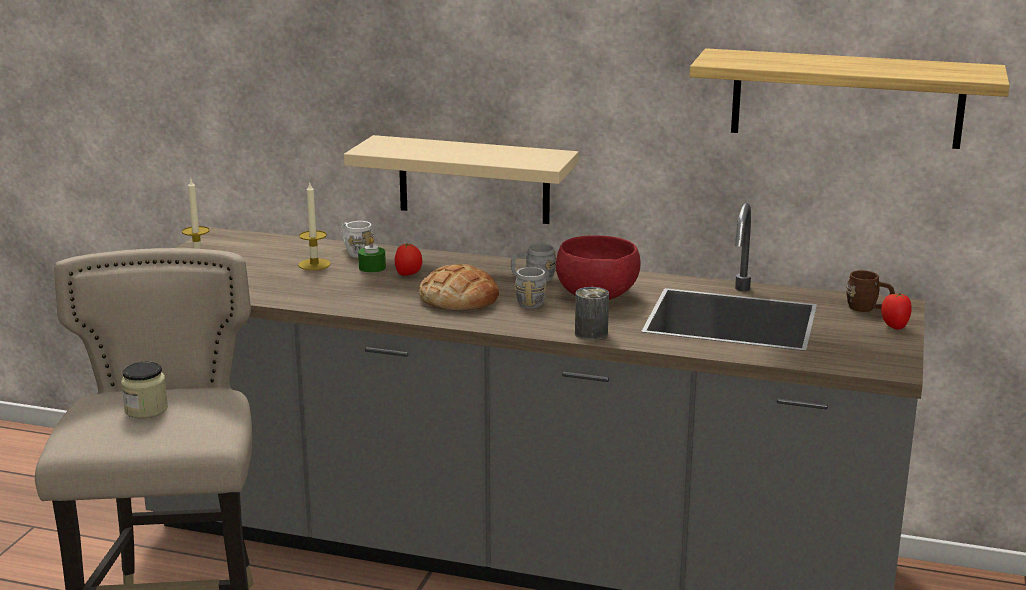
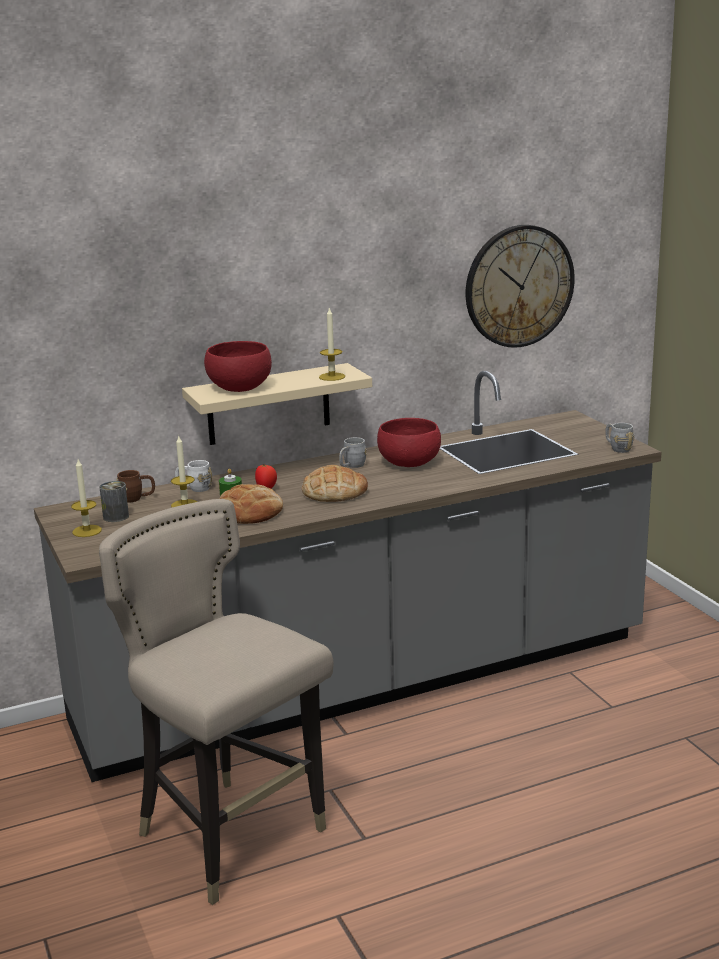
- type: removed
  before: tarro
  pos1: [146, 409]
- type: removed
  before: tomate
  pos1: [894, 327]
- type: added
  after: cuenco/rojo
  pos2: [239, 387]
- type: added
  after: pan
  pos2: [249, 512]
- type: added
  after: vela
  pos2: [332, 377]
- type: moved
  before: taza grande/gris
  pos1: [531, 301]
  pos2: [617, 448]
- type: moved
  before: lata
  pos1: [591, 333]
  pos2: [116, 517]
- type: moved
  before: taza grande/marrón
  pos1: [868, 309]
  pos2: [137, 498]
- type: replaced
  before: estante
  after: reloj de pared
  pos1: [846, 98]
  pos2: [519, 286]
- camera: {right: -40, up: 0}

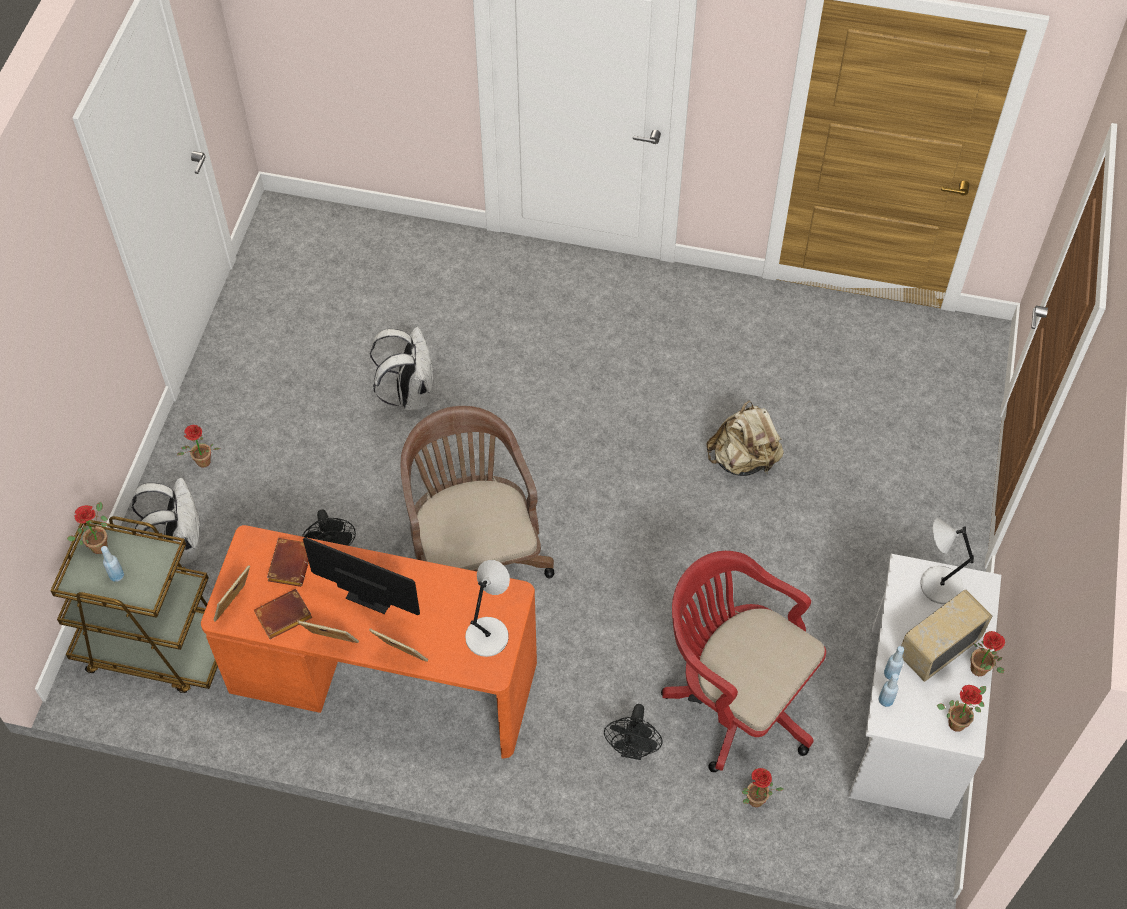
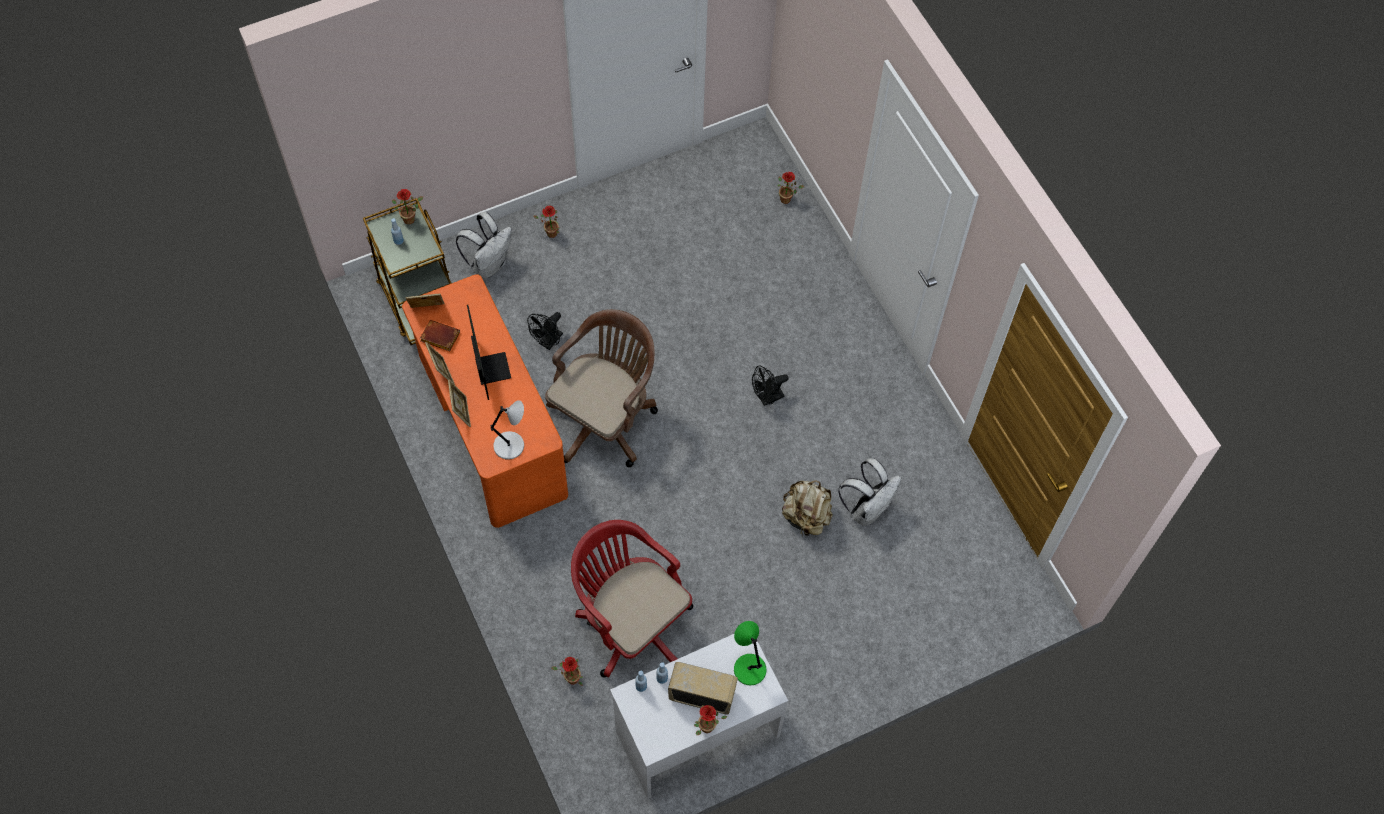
- type: removed
  before: libro/marrón
  pos1: [289, 563]
- type: moved
  before: mochila/blanco
  pos1: [410, 394]
  pos2: [867, 509]
- type: moved
  before: ventilador/negro
  pos1: [633, 749]
  pos2: [767, 398]
- type: moved
  before: planta en maceta
  pos1: [958, 720]
  pos2: [787, 199]
- type: recoloured
  before: lámpara de mesa/gris
  after: lámpara de mesa/verde
  pos1: [938, 585]
  pos2: [748, 668]
- type: turned
  before: silla de oficina/rojo
  pos1: [734, 698]
  pos2: [631, 623]
  turn: -45
- camera: {right: 50, up: 5}

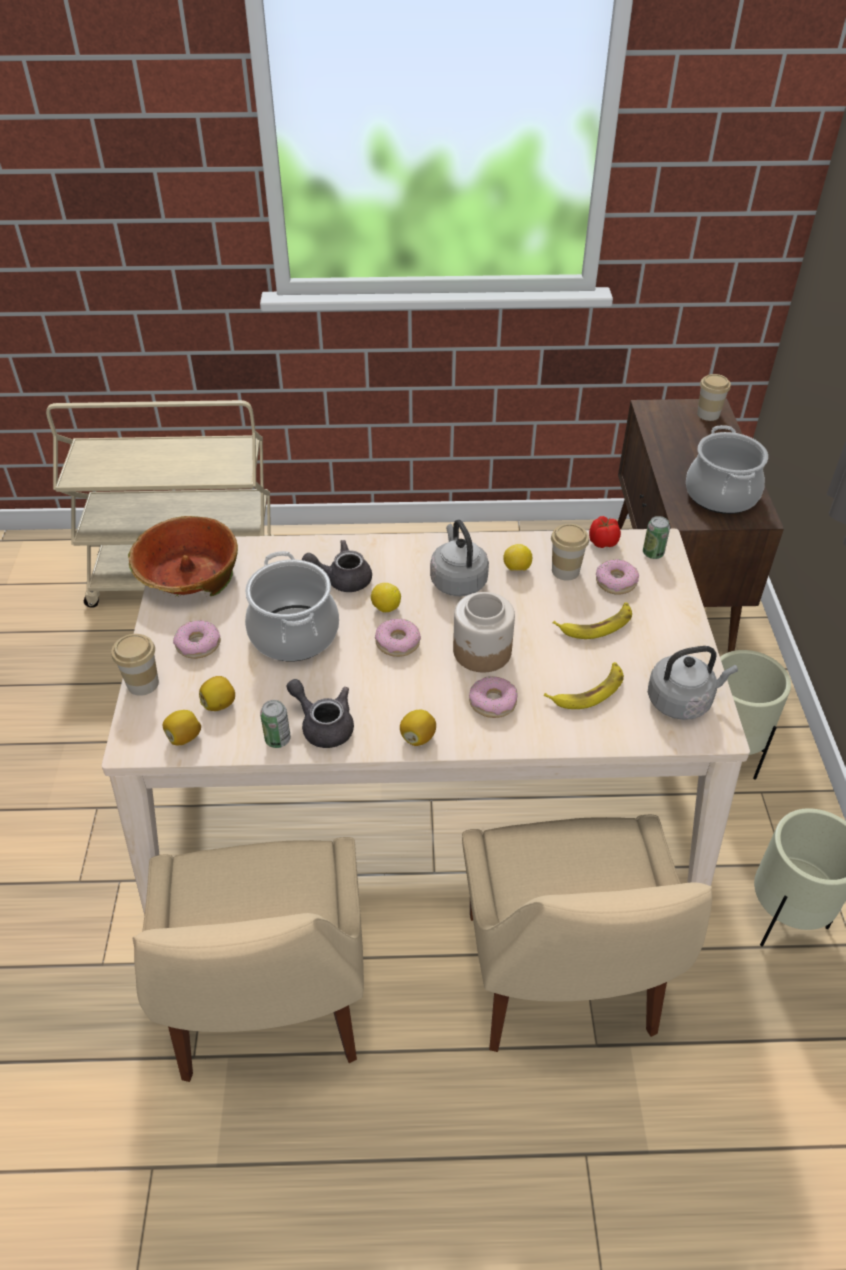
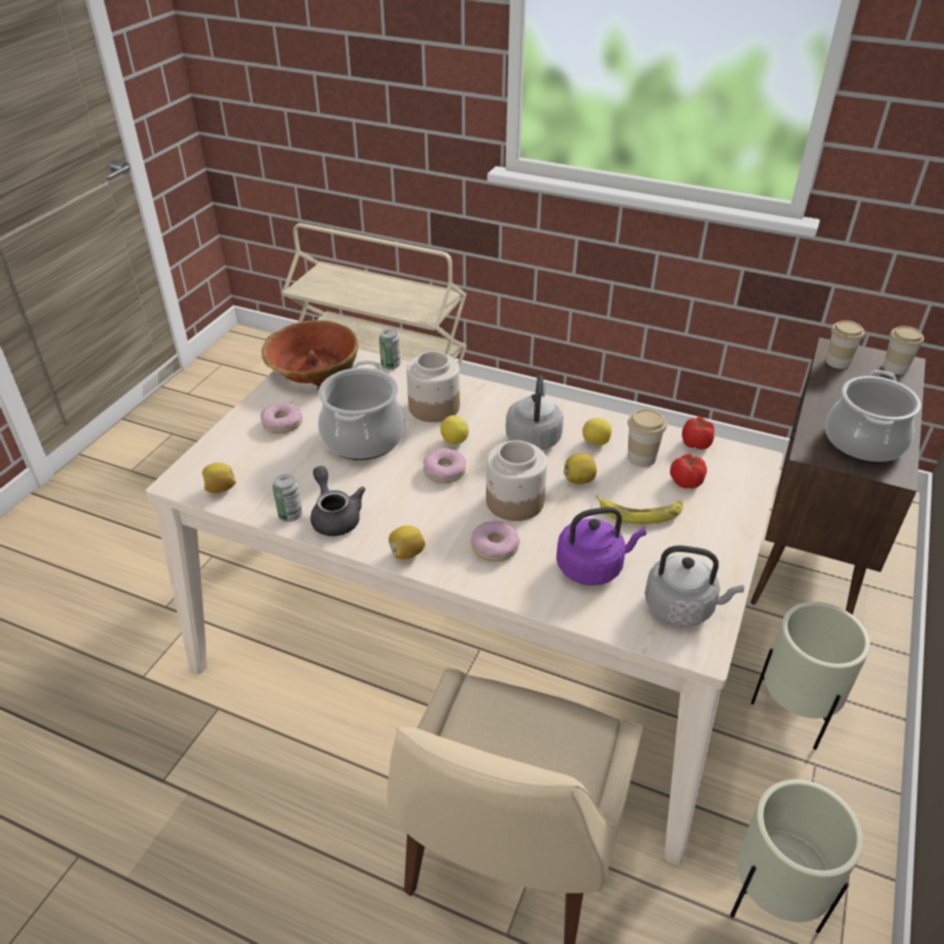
- type: removed
  before: silla/beis
  pos1: [269, 1006]
- type: moved
  before: taza
  pos1: [143, 683]
  pos2: [837, 362]
- type: moved
  before: limón
  pos1: [219, 704]
  pos2: [579, 480]
- type: moved
  before: lata
  pos1: [653, 553]
  pos2: [390, 365]
- type: replaced
  before: tetera/gris
  after: tarro
  pos1: [342, 579]
  pos2: [433, 407]
- type: replaced
  before: plátano
  after: hervidor/morado
  pos1: [588, 691]
  pos2: [593, 567]
- type: replaced
  before: rosquilla
  after: tomate
  pos1: [616, 582]
  pos2: [685, 481]
- camera: {right: 25, up: -5}

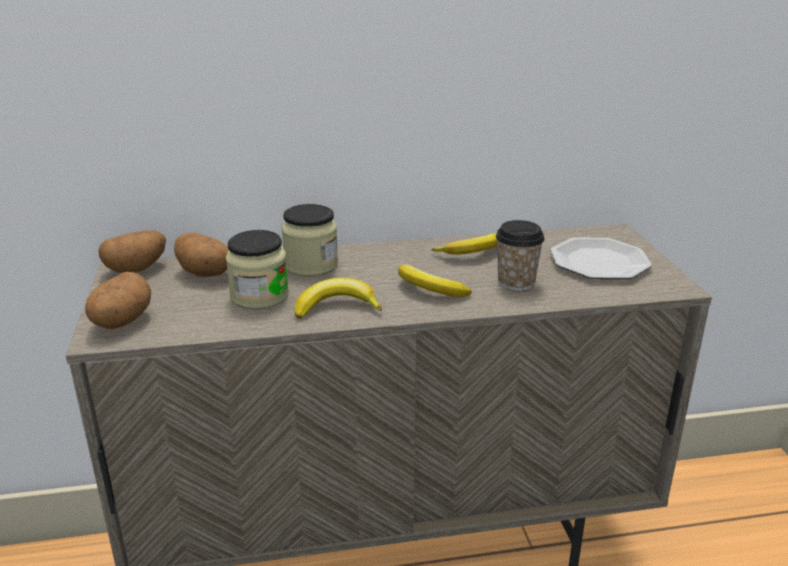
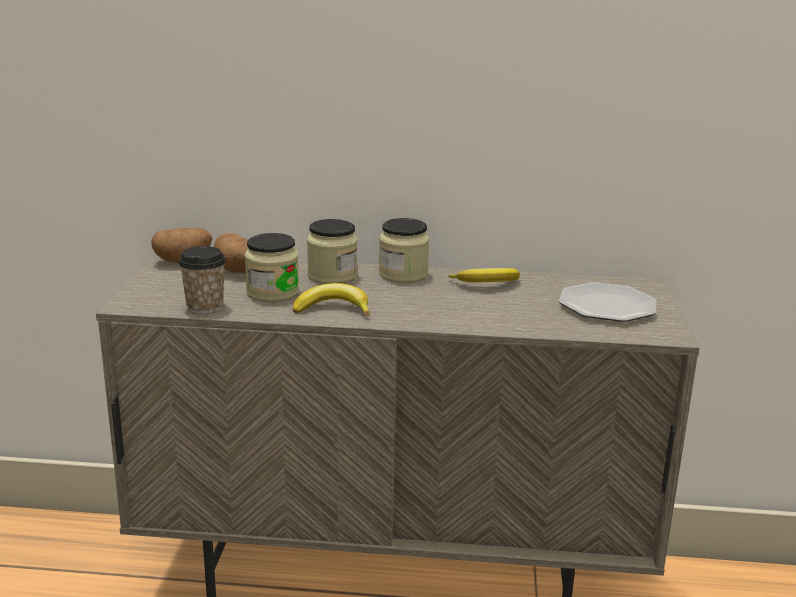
- type: removed
  before: patata
  pos1: [121, 322]
- type: removed
  before: plátano
  pos1: [429, 289]
- type: added
  after: tarro
  pos2: [403, 274]
- type: moved
  before: taza
  pos1: [516, 282]
  pos2: [205, 307]
- camera: {right: 15, up: -5}

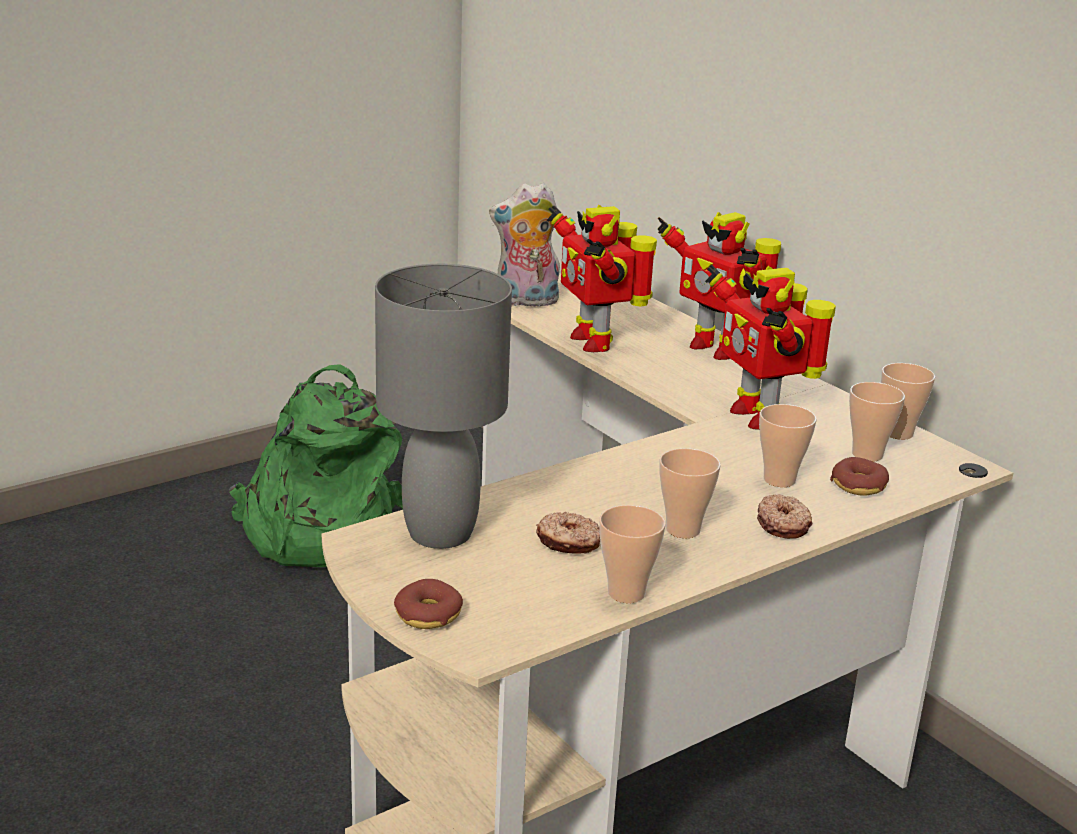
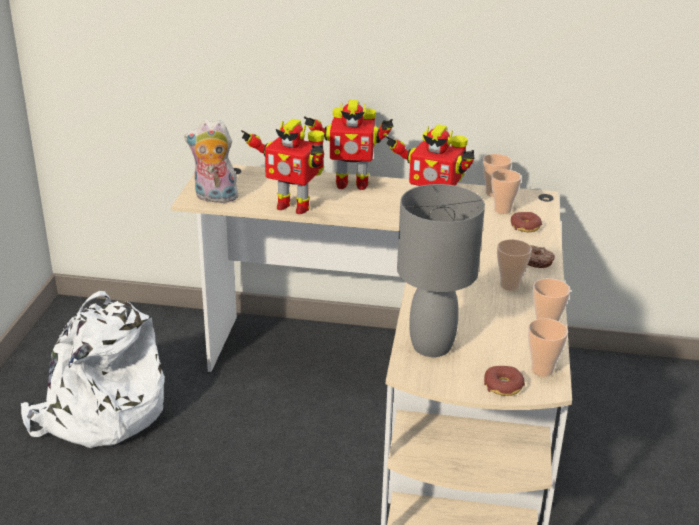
- type: removed
  before: rosquilla
  pos1: [568, 543]
- type: moved
  before: taza
  pos1: [779, 480]
  pos2: [542, 370]
- type: recoloured
  before: mochila/verde
  after: mochila/blanco
  pos1: [319, 532]
  pos2: [100, 413]
- type: turned
  before: peluche
  pos1: [526, 301]
  pos2: [214, 198]
  turn: 60
- camera: {right: -45, up: 5}

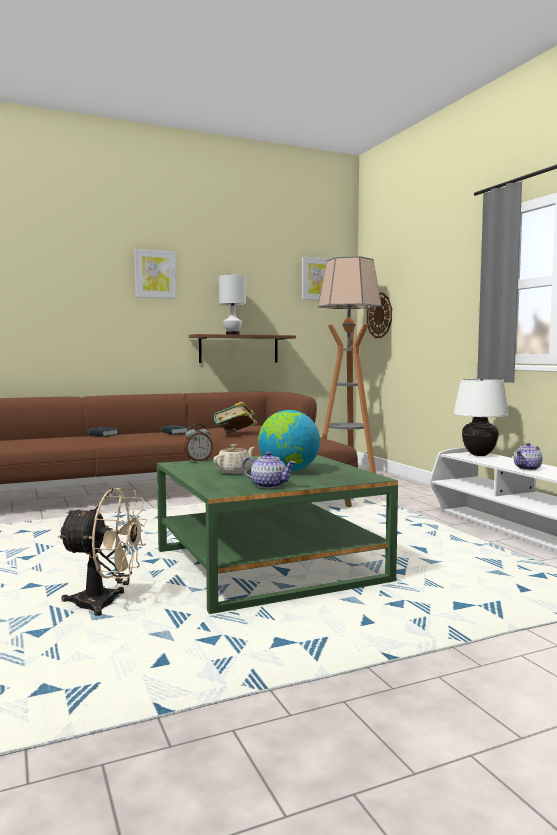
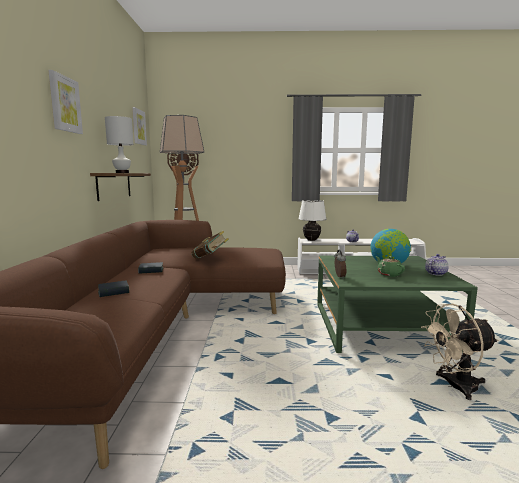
- type: recoloured
  before: tetera/beis
  after: tetera/verde
  pos1: [234, 472]
  pos2: [389, 274]
- type: turned
  before: ventilador/beis
  pos1: [106, 604]
  pos2: [455, 387]
  turn: -135
- camera: {right: -65, up: 5}

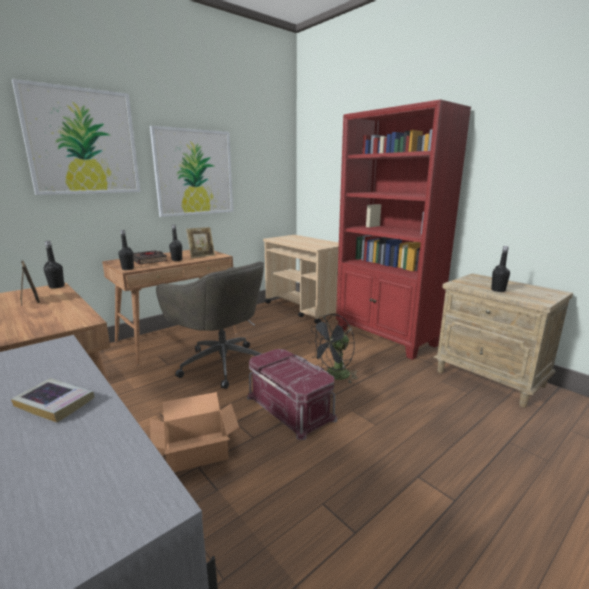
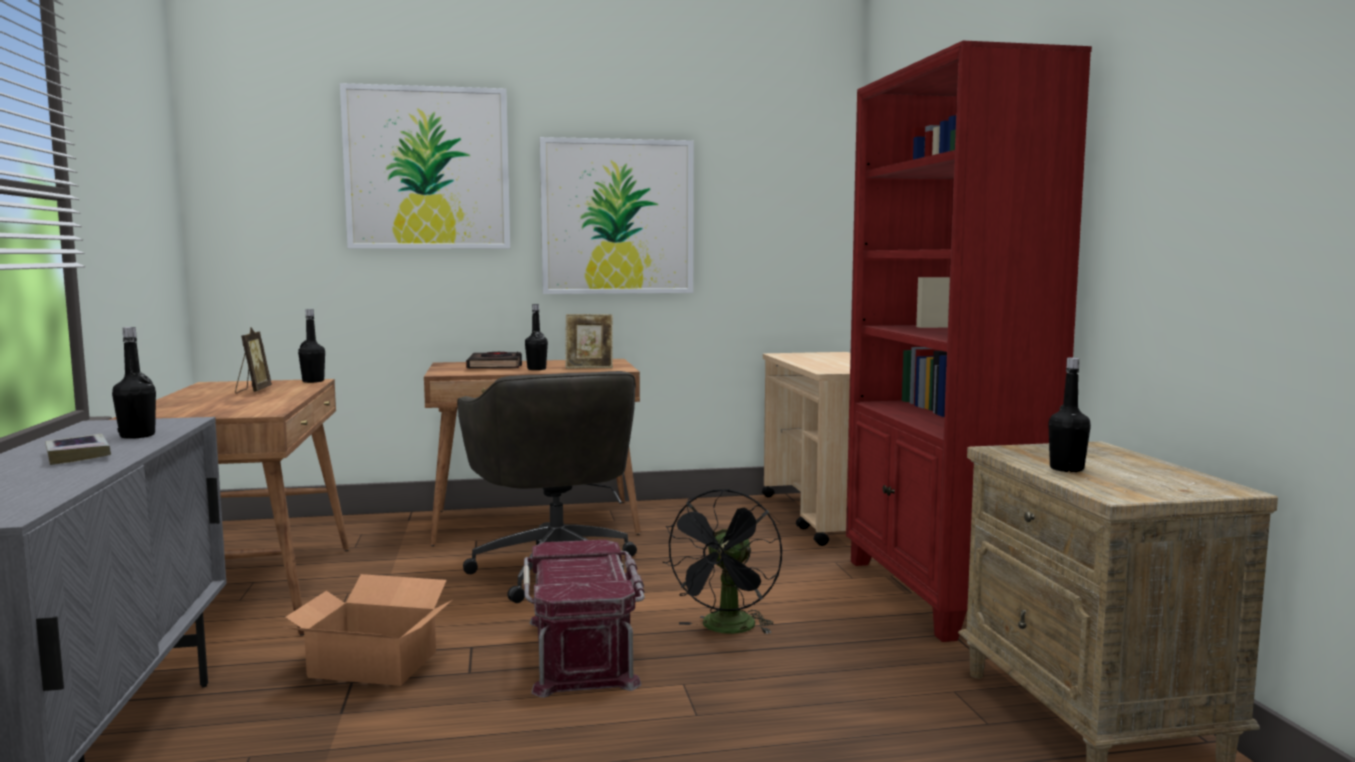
- type: moved
  before: botella/negro
  pos1: [128, 269]
  pos2: [137, 436]
- type: turned
  before: ventilador/negro
  pos1: [334, 376]
  pos2: [726, 629]
  turn: -60
- camera: {right: 30, up: -10}

